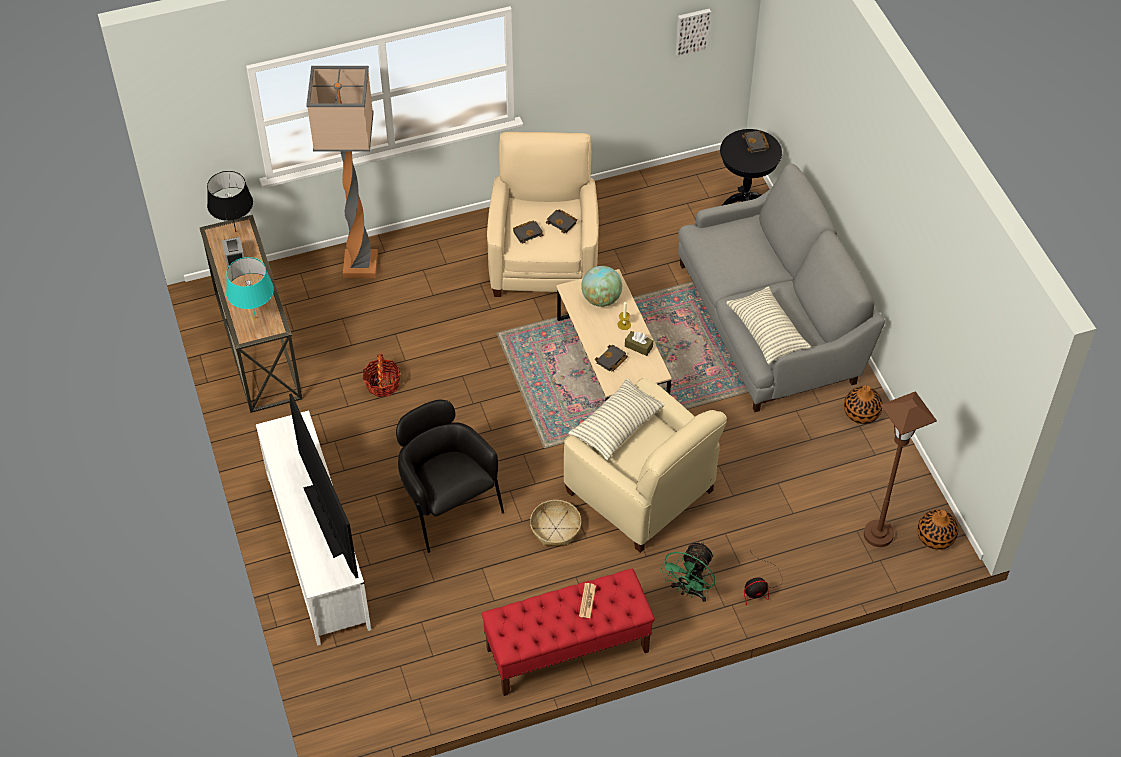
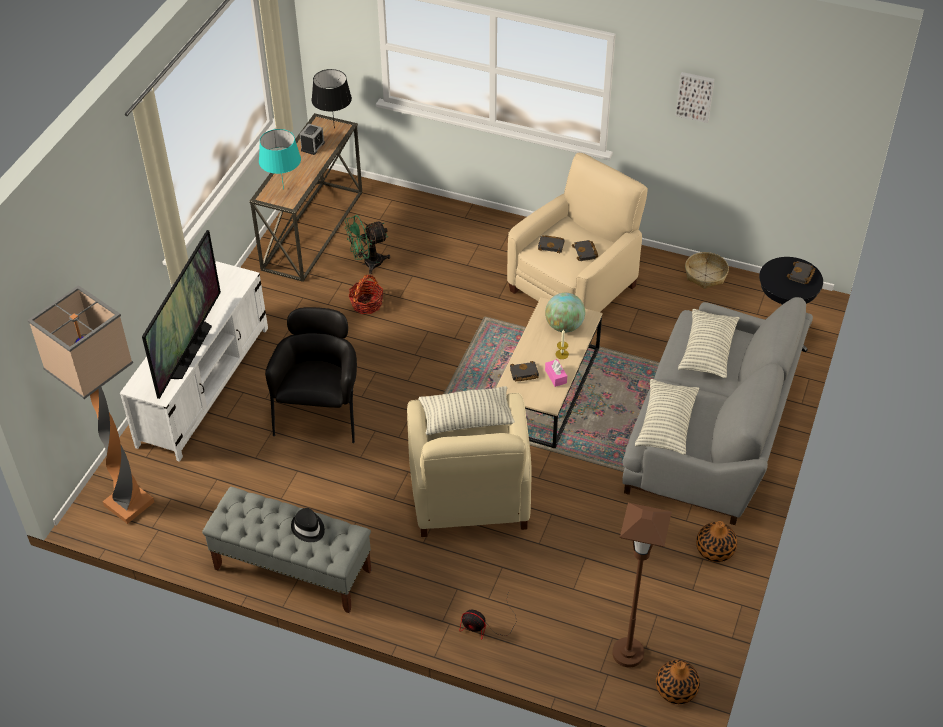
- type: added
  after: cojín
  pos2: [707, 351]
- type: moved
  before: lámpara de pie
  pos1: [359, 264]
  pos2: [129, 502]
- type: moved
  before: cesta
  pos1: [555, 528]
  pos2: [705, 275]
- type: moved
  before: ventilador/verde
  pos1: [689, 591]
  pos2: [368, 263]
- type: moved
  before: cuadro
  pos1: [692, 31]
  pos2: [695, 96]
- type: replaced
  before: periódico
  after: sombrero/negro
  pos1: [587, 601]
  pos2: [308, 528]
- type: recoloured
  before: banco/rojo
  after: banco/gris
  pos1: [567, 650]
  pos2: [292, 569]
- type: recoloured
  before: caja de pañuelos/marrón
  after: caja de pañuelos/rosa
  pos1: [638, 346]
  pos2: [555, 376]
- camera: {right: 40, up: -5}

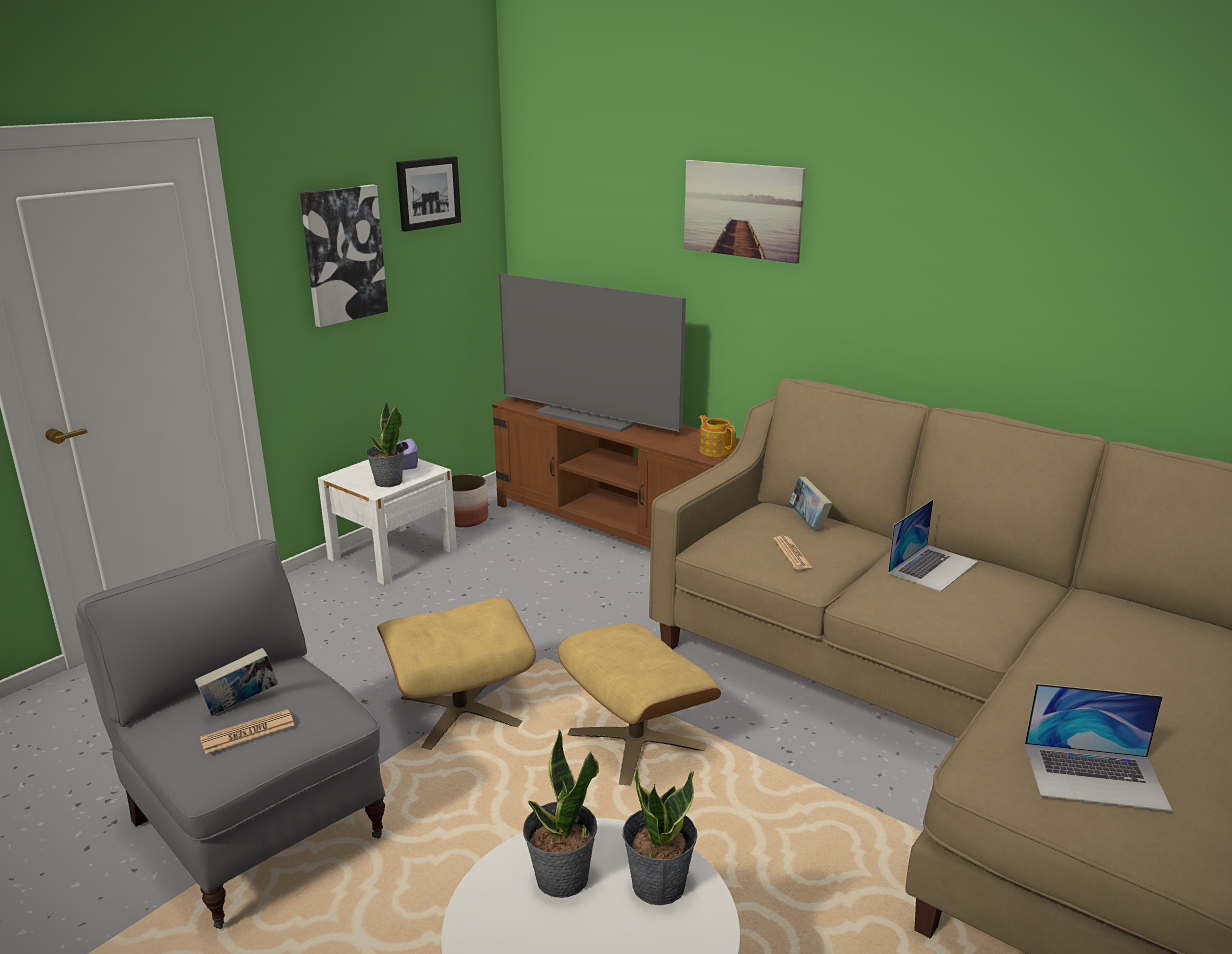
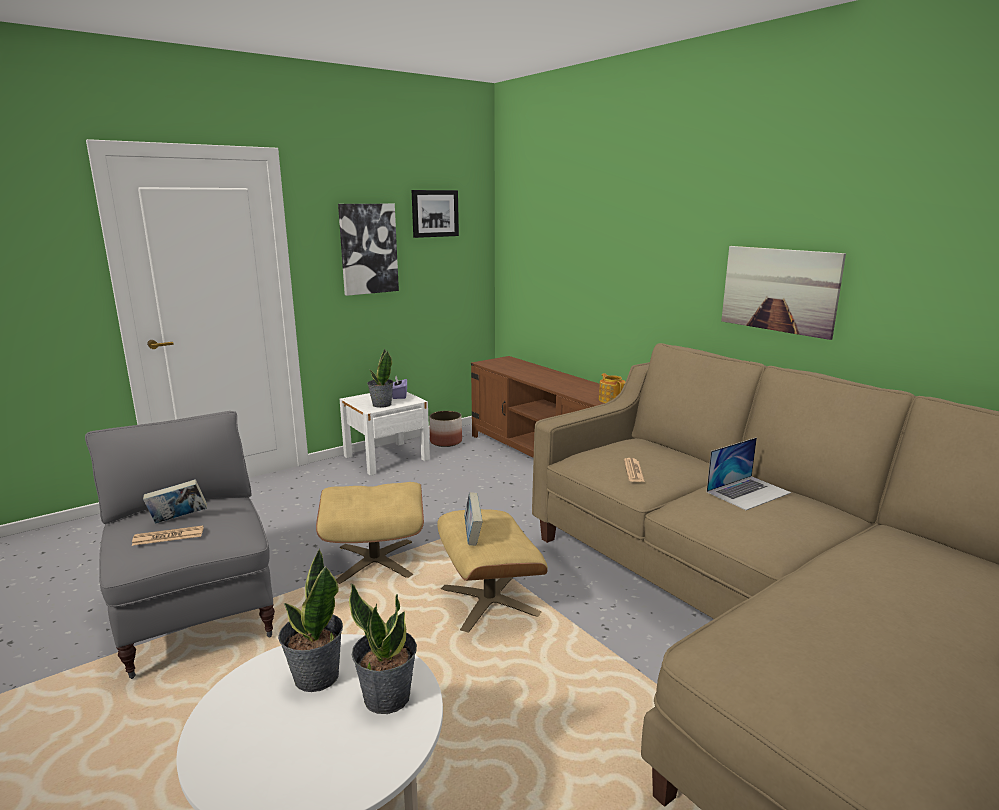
- type: removed
  before: televisor
  pos1: [592, 415]
- type: removed
  before: portátil
  pos1: [1095, 776]
- type: moved
  before: cuadro
  pos1: [742, 210]
  pos2: [779, 290]
- type: moved
  before: libro
  pos1: [808, 522]
  pos2: [473, 535]
- camera: {right: 15, up: -5}

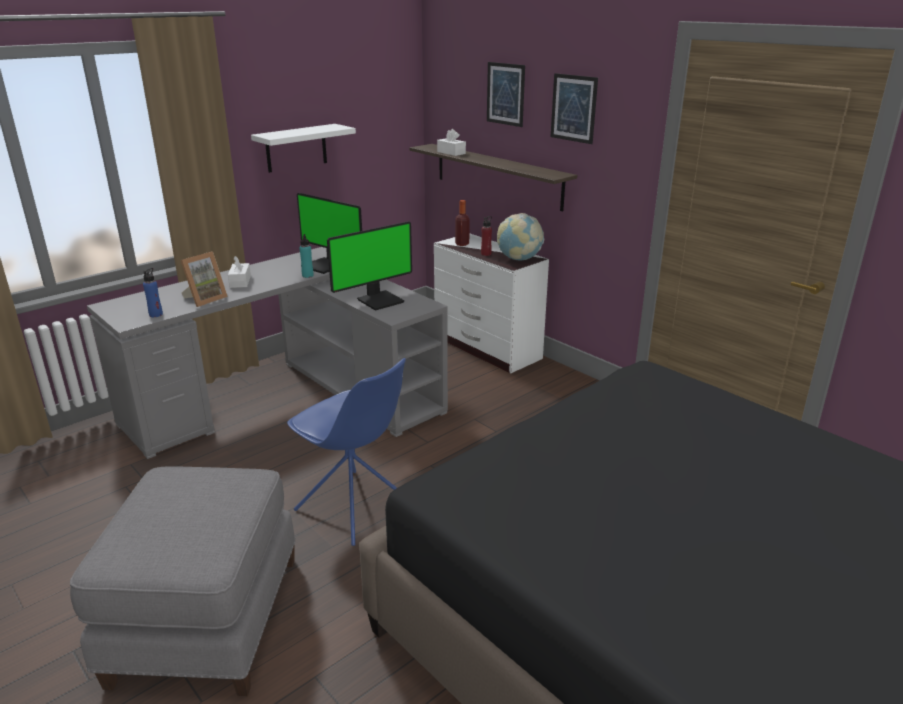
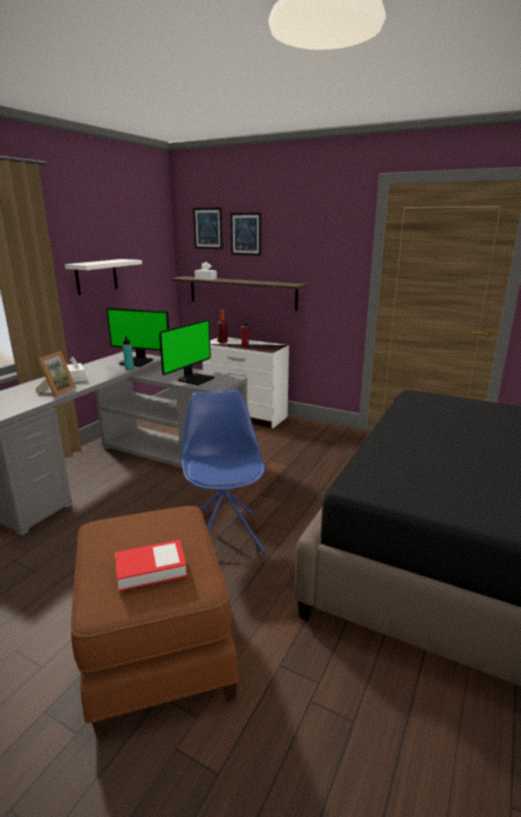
- type: removed
  before: botella/azul
  pos1: [156, 314]
- type: removed
  before: globo terráqueo
  pos1: [519, 259]
- type: added
  after: libro
  pos2: [151, 569]
- type: moved
  before: cuadro
  pos1: [573, 108]
  pos2: [208, 228]
- type: recoloured
  before: puf/gris
  after: puf/marrón
  pos1: [204, 618]
  pos2: [155, 647]
- type: turned
  before: silla/azul
  pos1: [355, 508]
  pos2: [225, 534]
  turn: -120
- camera: {right: -20, up: -5}

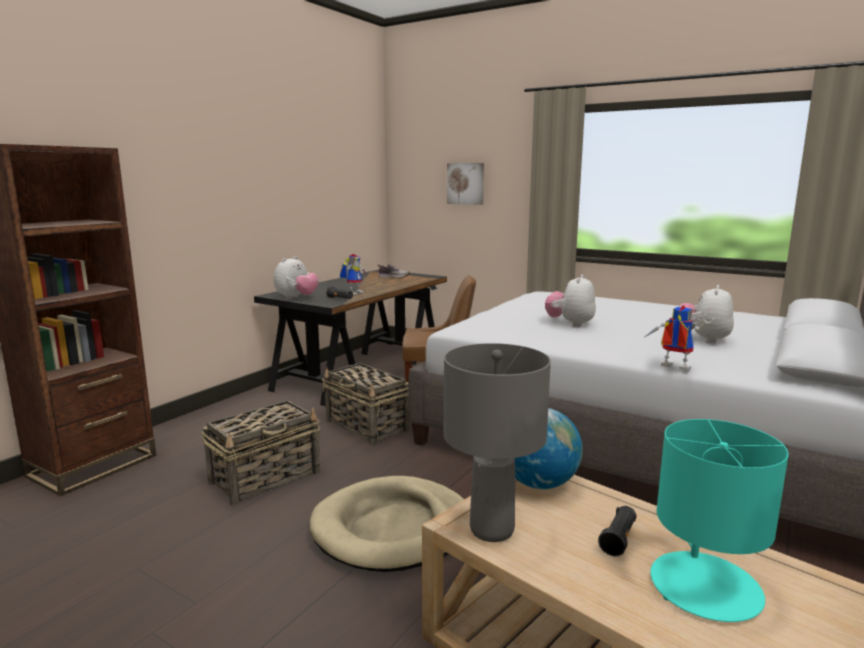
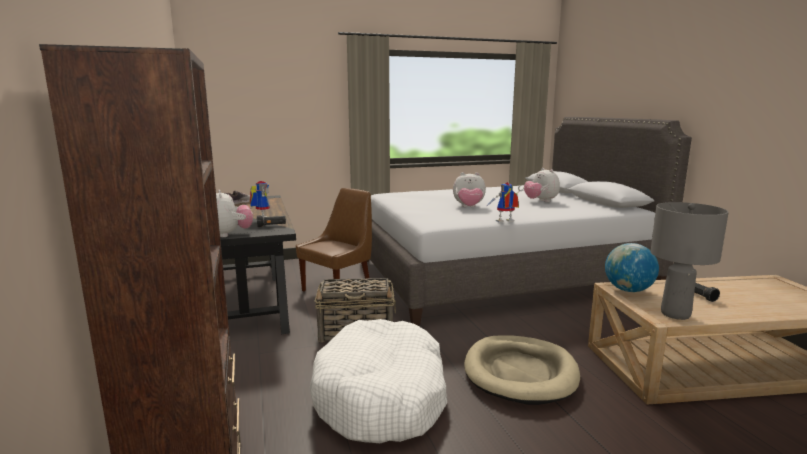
- type: removed
  before: cuadro
  pos1: [465, 183]
- type: removed
  before: lámpara de mesa/turquesa
  pos1: [704, 586]
- type: moved
  before: robot de juguete
  pos1: [671, 368]
  pos2: [504, 222]
- type: replaced
  before: cesta
  after: cama para perro/blanco
  pos1: [266, 477]
  pos2: [382, 396]
- type: turned
  before: peluche
  pos1: [570, 324]
  pos2: [469, 207]
  turn: -60
- camera: {right: -50, up: 0}

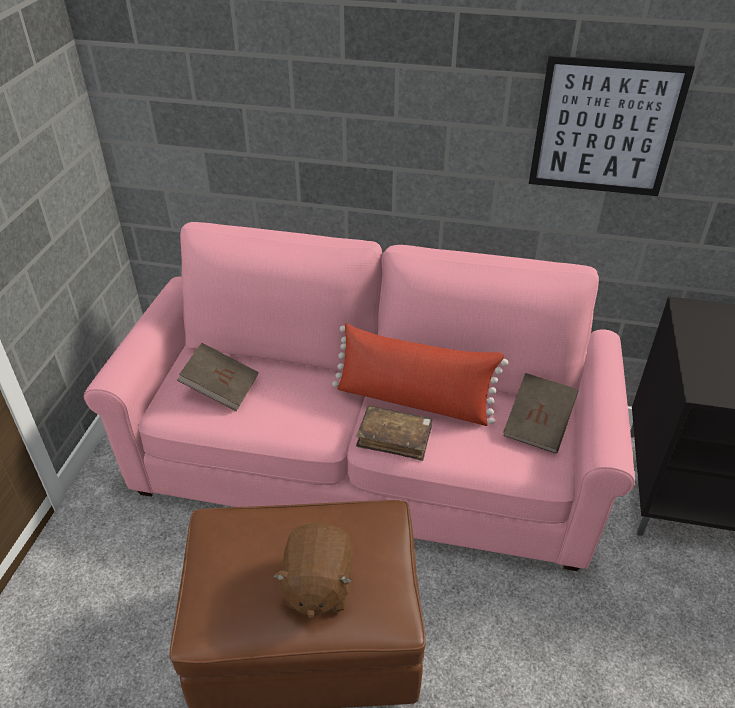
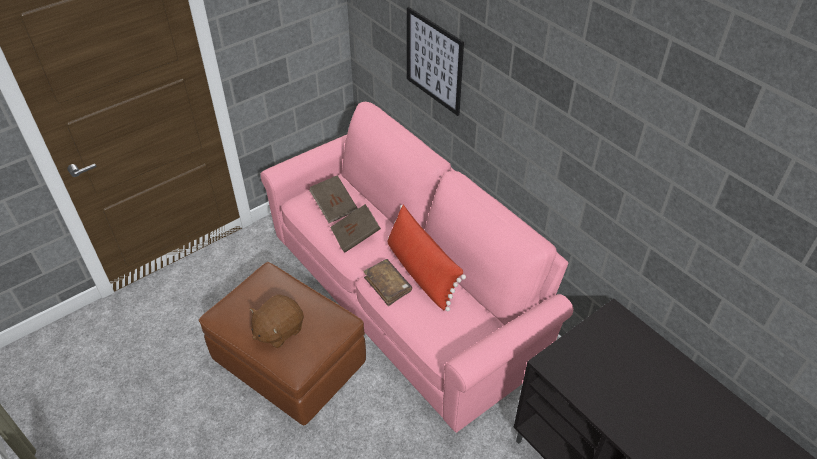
- type: moved
  before: libro/marrón
  pos1: [538, 425]
  pos2: [356, 236]
- type: moved
  before: cuadro
  pos1: [605, 128]
  pos2: [434, 61]
- camera: {right: 40, up: 5}

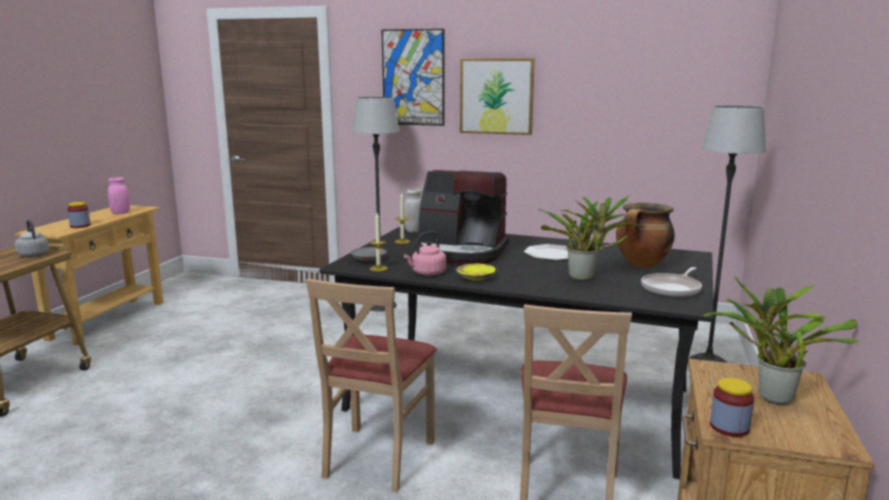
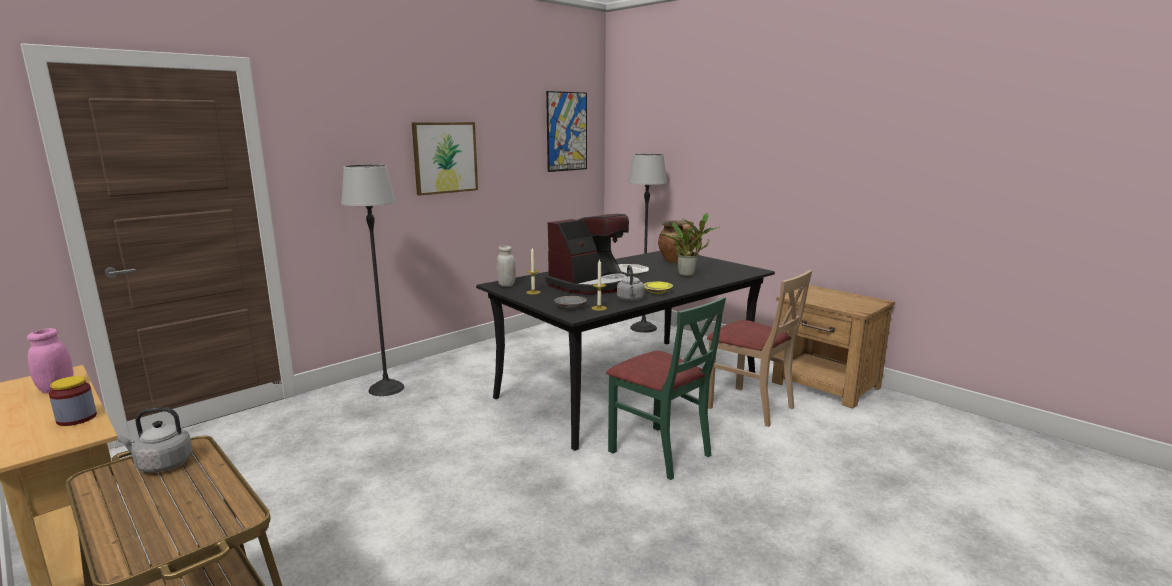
- type: removed
  before: sartén
  pos1: [672, 289]
- type: removed
  before: planta en maceta
  pos1: [770, 396]
- type: removed
  before: tarro
  pos1: [729, 427]
- type: moved
  before: cuadro
  pos1: [413, 77]
  pos2: [567, 131]
- type: recoloured
  before: silla/beis
  after: silla/verde
  pos1: [377, 457]
  pos2: [660, 452]
- type: recoloured
  before: hervidor/rosa
  after: hervidor/gris
  pos1: [427, 273]
  pos2: [630, 299]
- camera: {right: -60, up: 0}

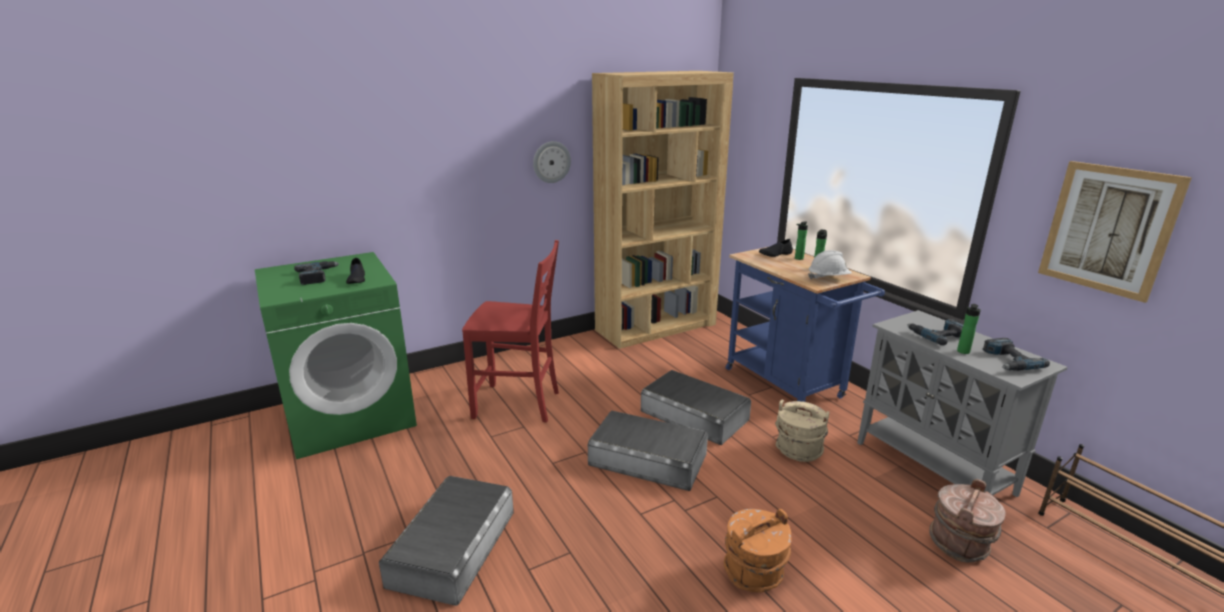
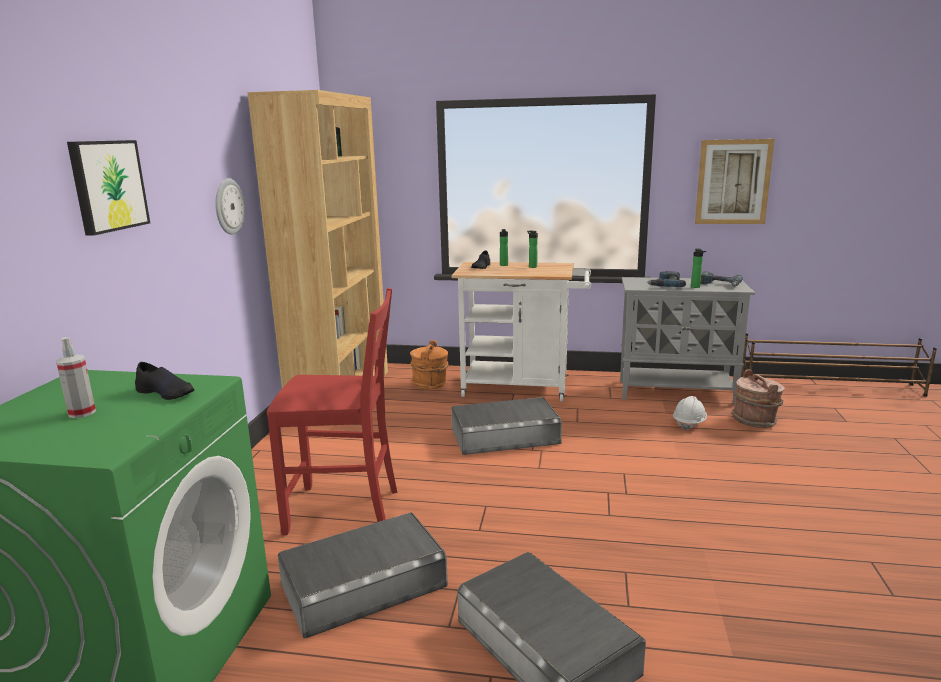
- type: removed
  before: cubo/beis
  pos1: [798, 450]
- type: added
  after: cuadro
  pos2: [107, 185]
- type: moved
  before: caja de almacenaje/gris
  pos1: [647, 459]
  pos2: [364, 585]
- type: moved
  before: cubo/naranja
  pos1: [754, 573]
  pos2: [430, 384]
- type: moved
  before: casco/blanco
  pos1: [828, 278]
  pos2: [689, 423]
- type: replaced
  before: taladro
  after: pulverizador
  pos1: [317, 276]
  pos2: [82, 413]
- type: recoloured
  before: carrito/azul
  after: carrito/blanco
  pos1: [789, 386]
  pos2: [522, 388]
- type: turned
  before: silla/rojo
  pos1: [518, 404]
  pos2: [345, 511]
  turn: 45
- camera: {right: -50, up: -5}

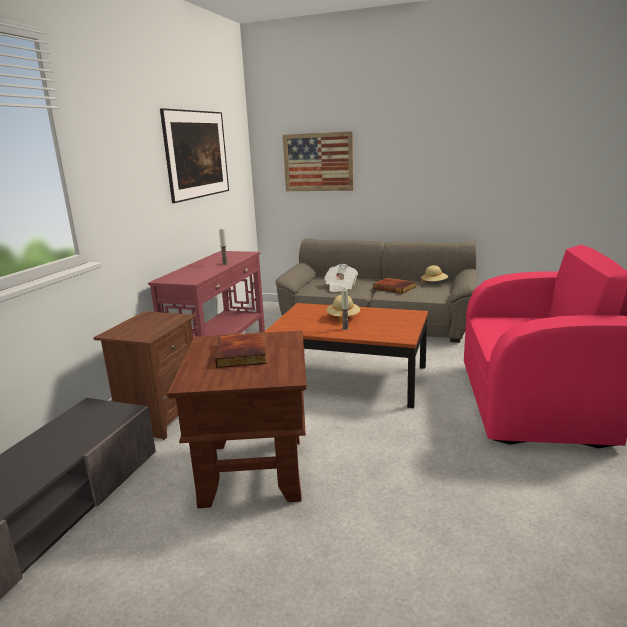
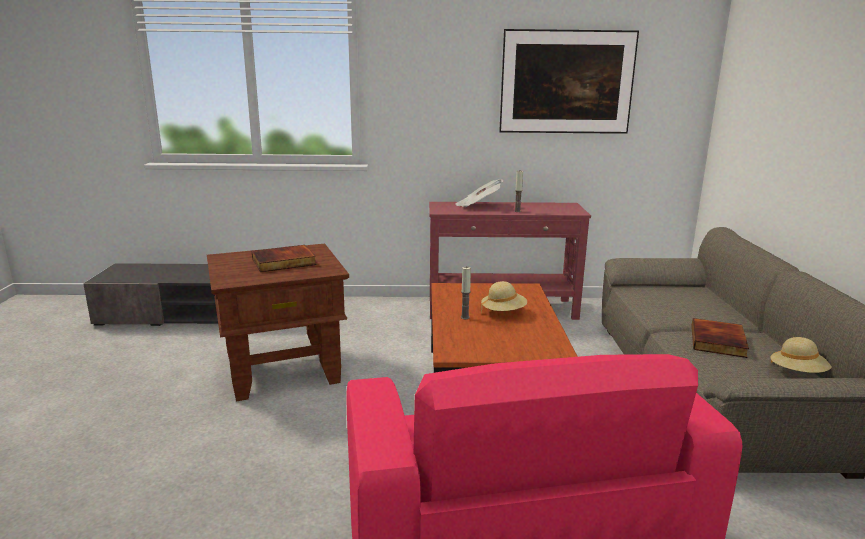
- type: removed
  before: mesita de noche/marrón
  pos1: [160, 417]
- type: removed
  before: cuadro
  pos1: [318, 162]
- type: moved
  before: periódico
  pos1: [340, 287]
  pos2: [478, 205]
- camera: {right: 70, up: 0}

